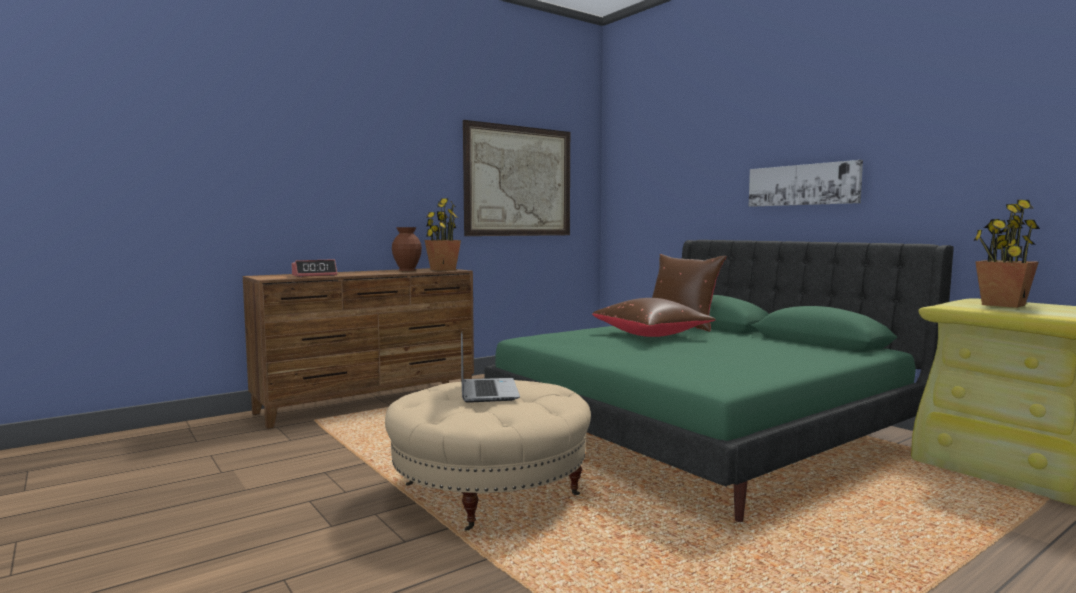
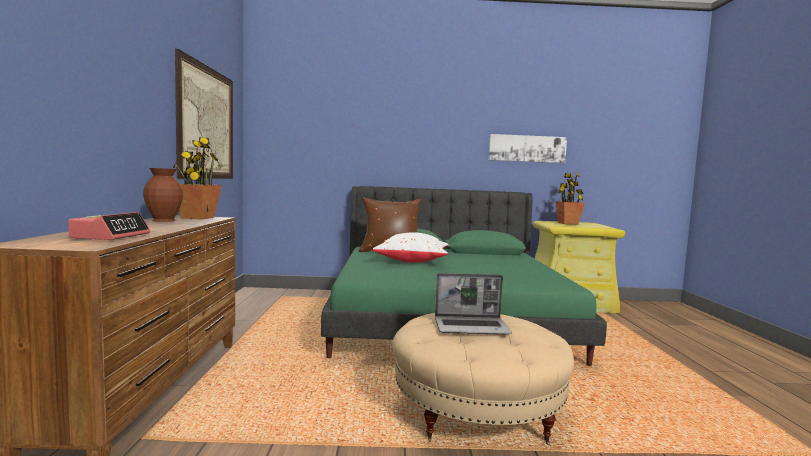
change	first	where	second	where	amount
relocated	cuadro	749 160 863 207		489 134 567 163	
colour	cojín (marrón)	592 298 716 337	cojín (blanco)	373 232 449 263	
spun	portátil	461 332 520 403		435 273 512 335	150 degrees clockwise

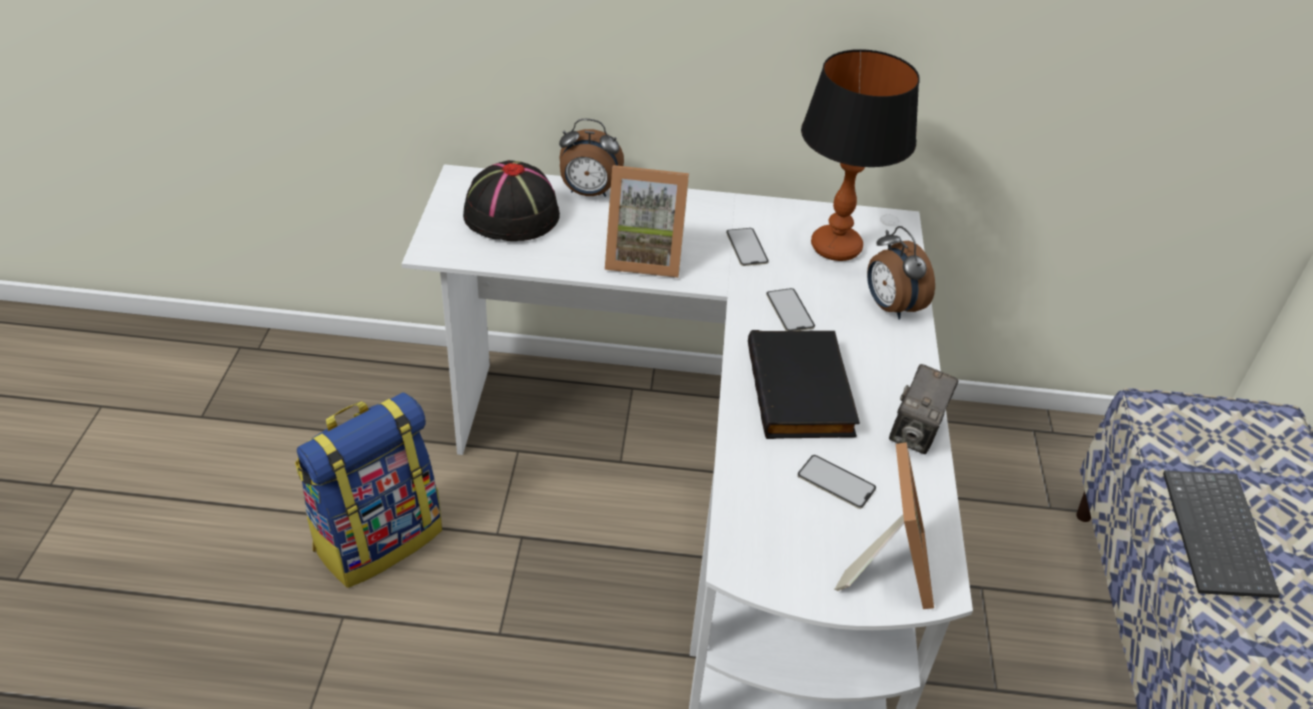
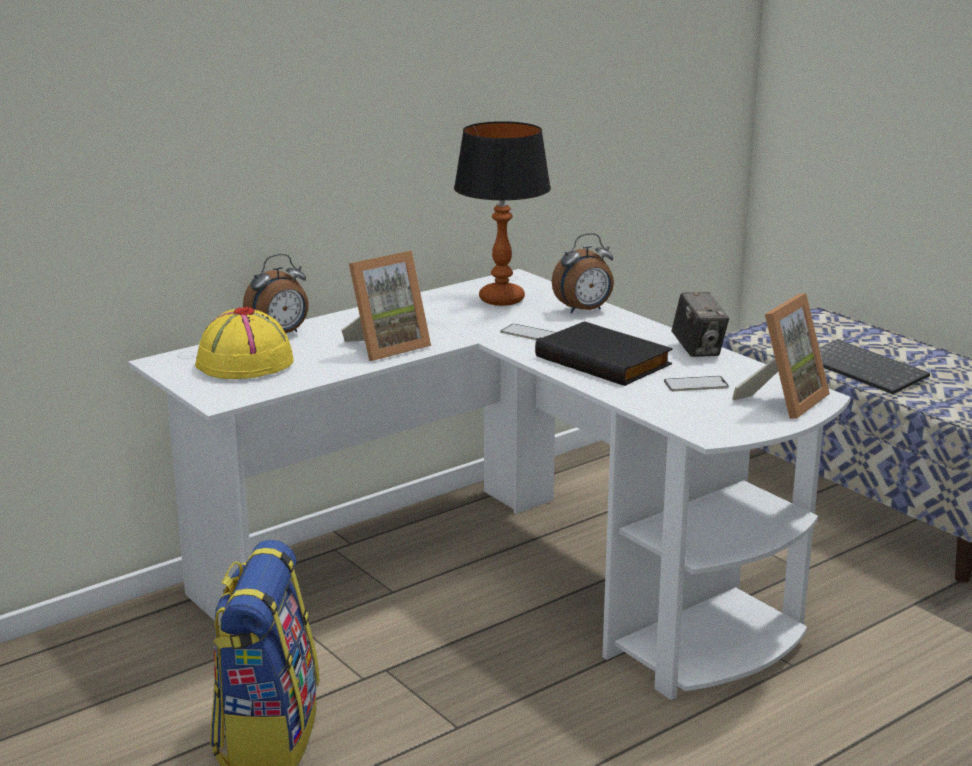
change	first	where	second	where	amount
colour	sombrero (negro)	463 160 560 241	sombrero (amarillo)	195 307 294 379	
spun	despertador	867 226 935 319		552 233 614 314	45 degrees counterclockwise
missing	móvil	726 228 769 266			
spun	portarretratos	834 442 934 609		732 293 830 419	75 degrees clockwise

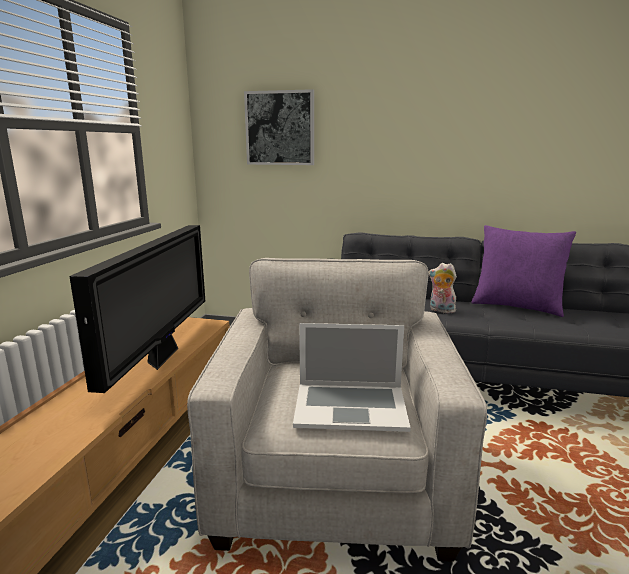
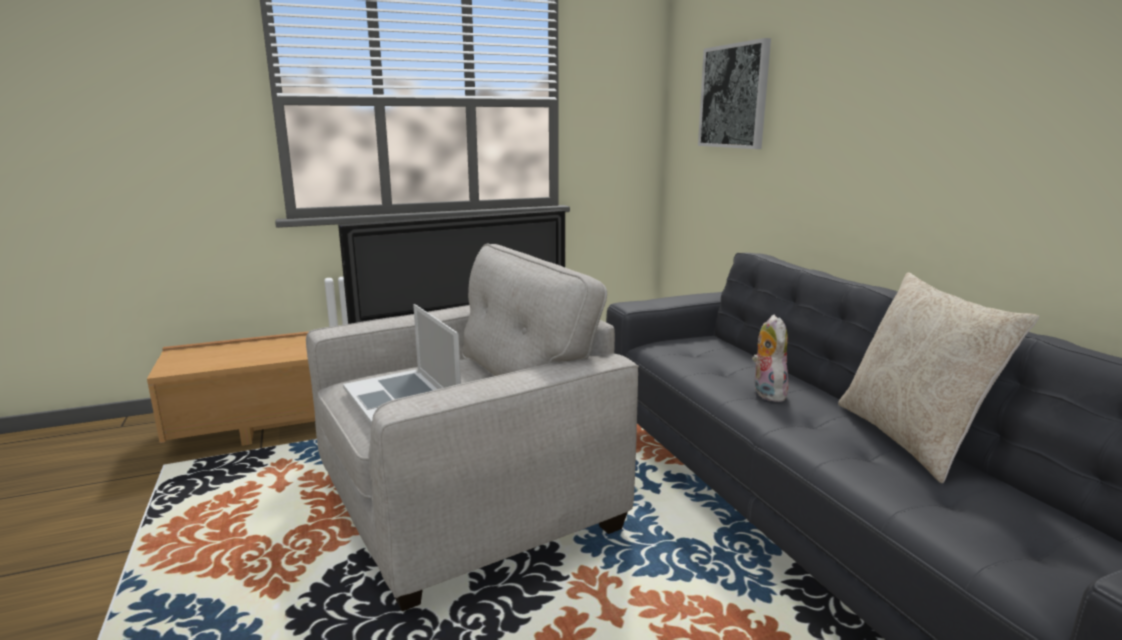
change	first	where	second	where	amount
colour	cojín (morado)	471 225 576 317	cojín (beis)	838 272 1039 484	

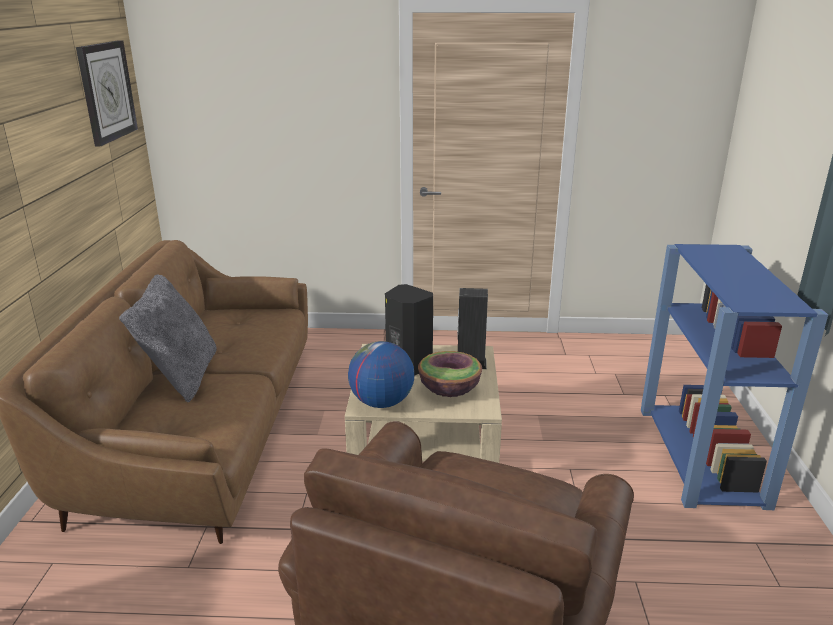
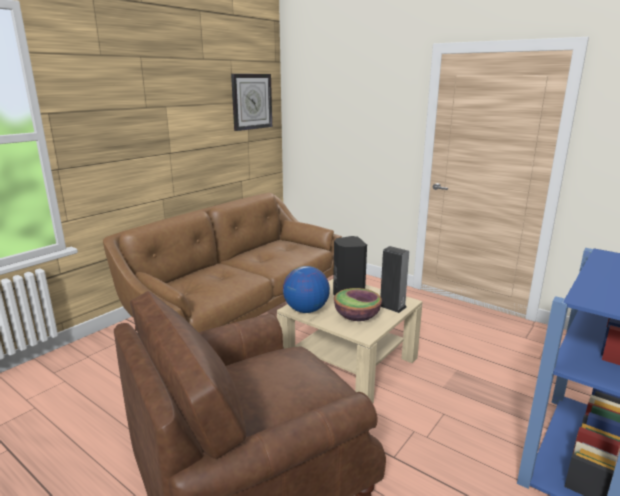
change	first	where	second	where	amount
missing	cojín (gris)	119 275 217 402			

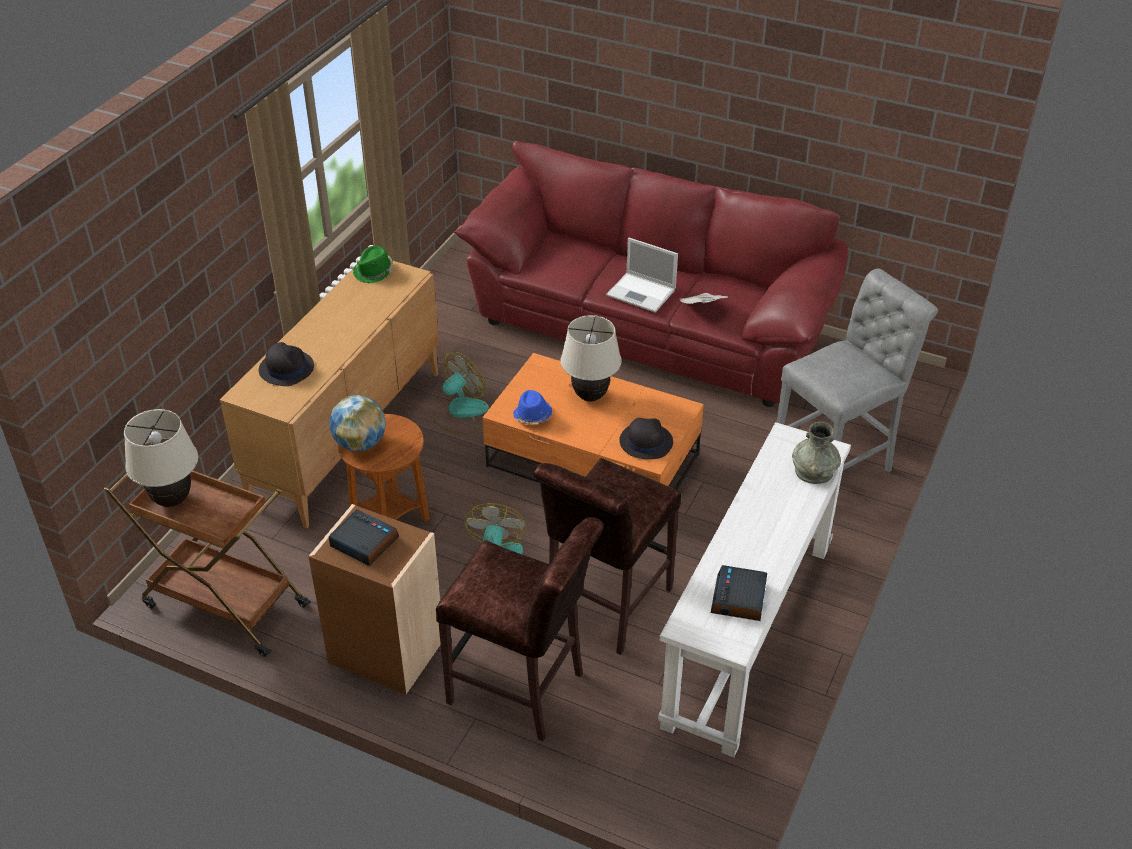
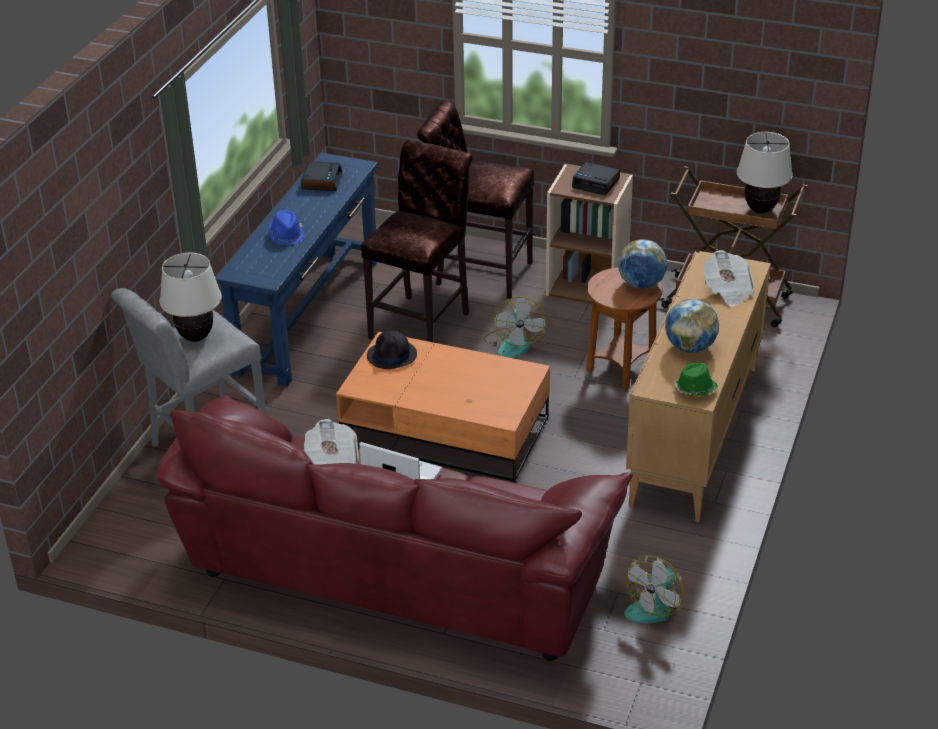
change	first	where	second	where	amount
relocated	lámpara de mesa (beis)	560 315 621 401		160 253 222 342	
exchanged	sombrero (negro)	259 342 314 386	periódico	704 250 755 307	
relocated	ventilador	434 352 489 434		624 556 683 623	
relocated	sombrero (azul)	513 390 552 424		268 210 305 245	
colour	mesa consola (blanco)	658 422 851 757	mesa consola (azul)	215 153 378 386	
missing	florero (gris)	792 422 841 484			
appeared			globo terráqueo	665 299 719 353	

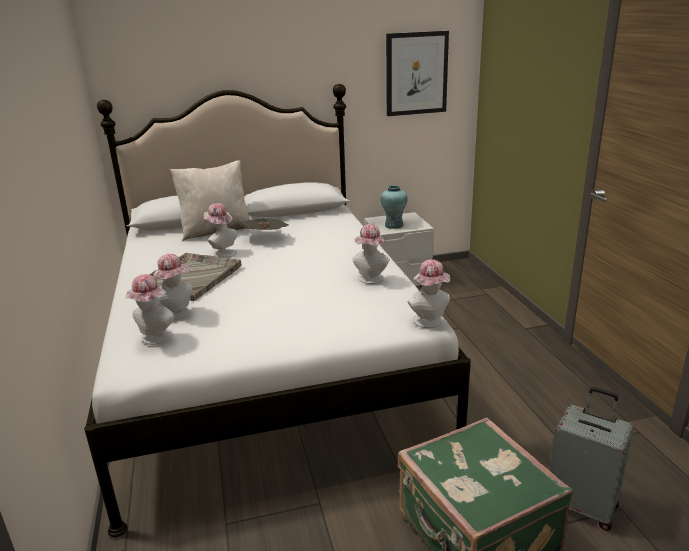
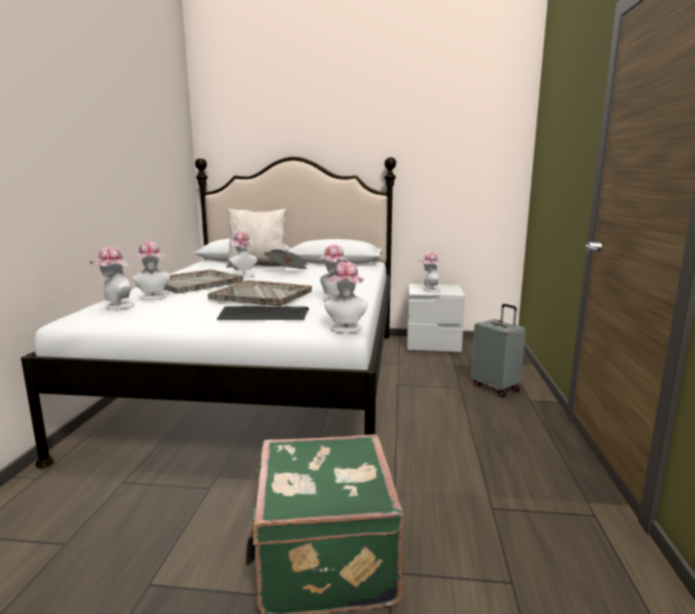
change	first	where	second	where	amount
missing	cuadro	386 31 449 116			
exchanged	florero (turquesa)	380 185 408 229	sombrero	419 252 441 292	
relocated	maleta (gris)	549 387 634 531		471 304 526 397	
appeared			bandeja (gris)	207 280 312 306	
appeared			teclado	217 306 309 320	

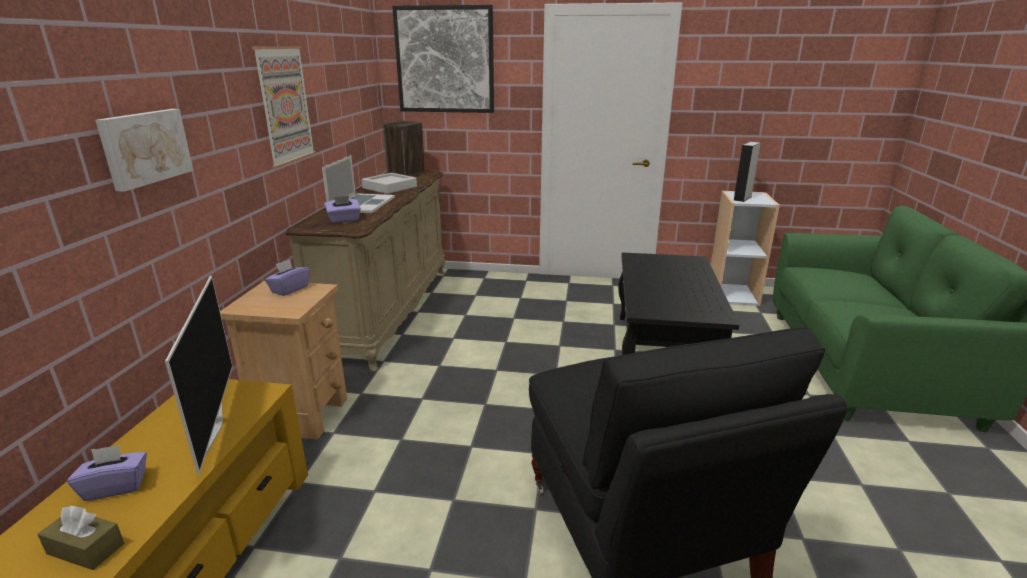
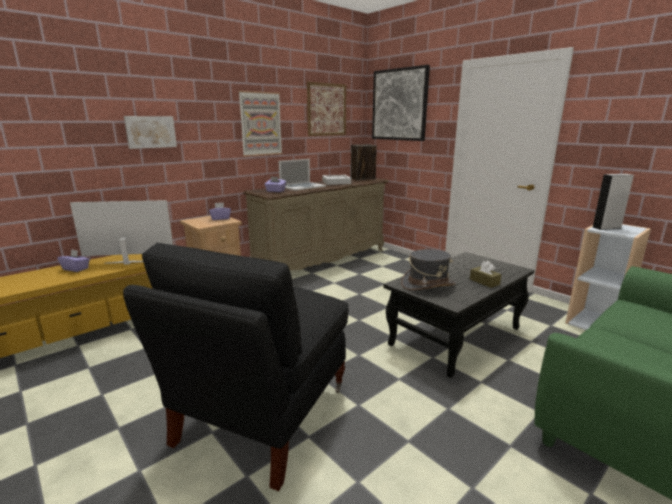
change	first	where	second	where	amount
spun	televisor	165 276 233 475		70 200 173 265	120 degrees counterclockwise
relocated	caja de pañuelos (marrón)	37 506 124 570		470 261 502 288	
appeared			cuadro	307 82 346 136	
appeared			sombrero (gris)	401 249 456 290	

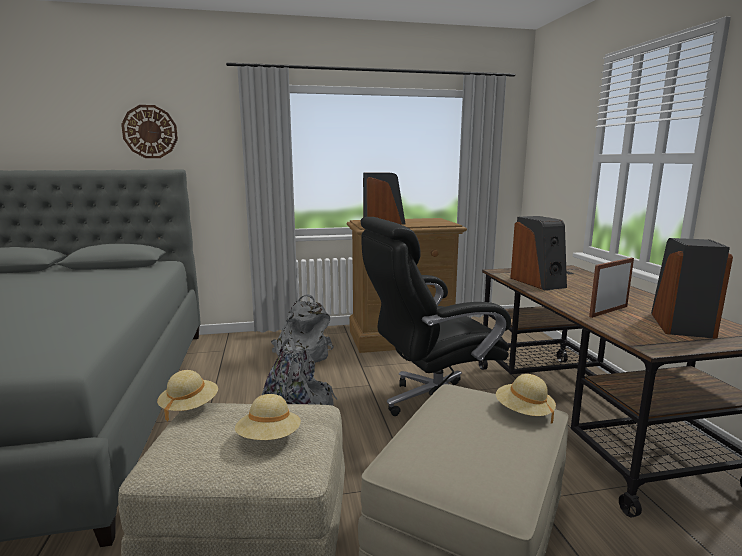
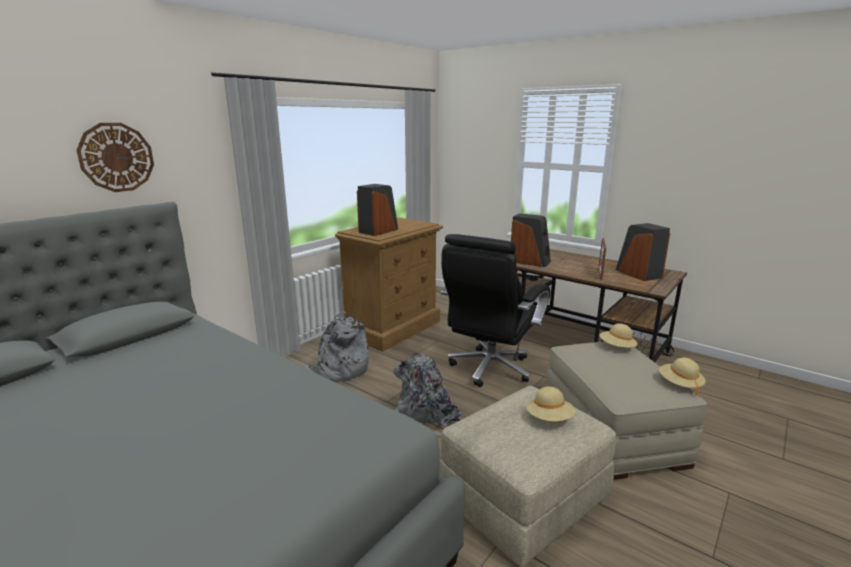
change	first	where	second	where	amount
relocated	sombrero (beis)	157 370 218 421		659 357 706 395	

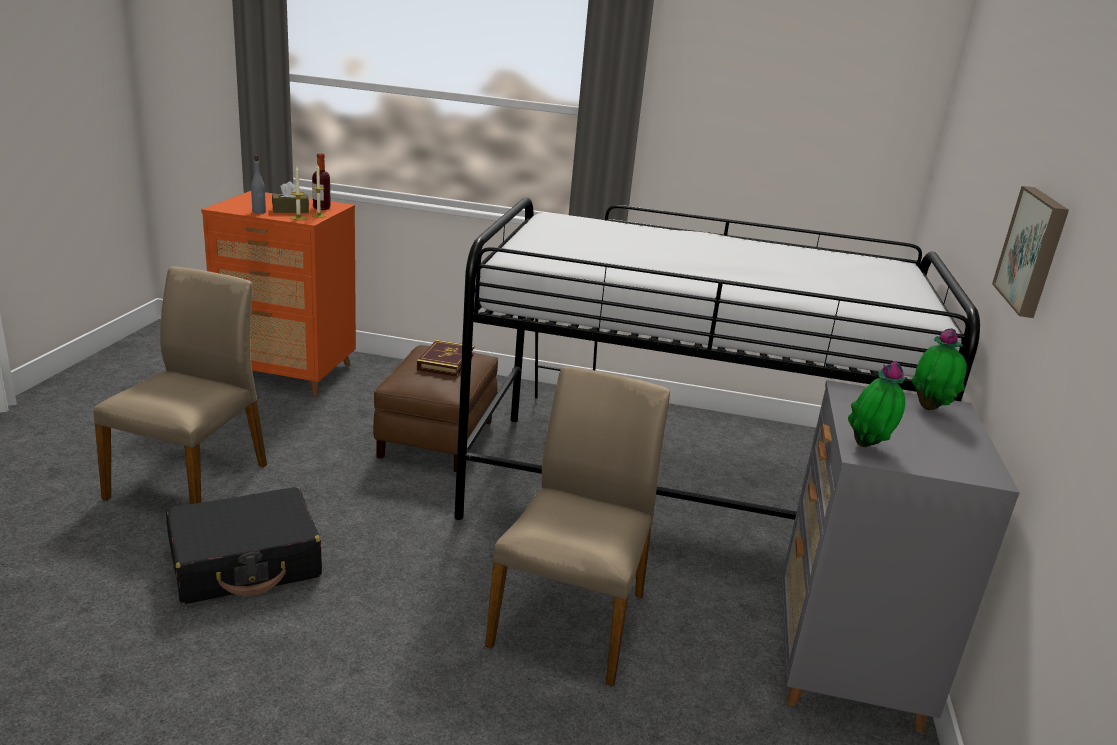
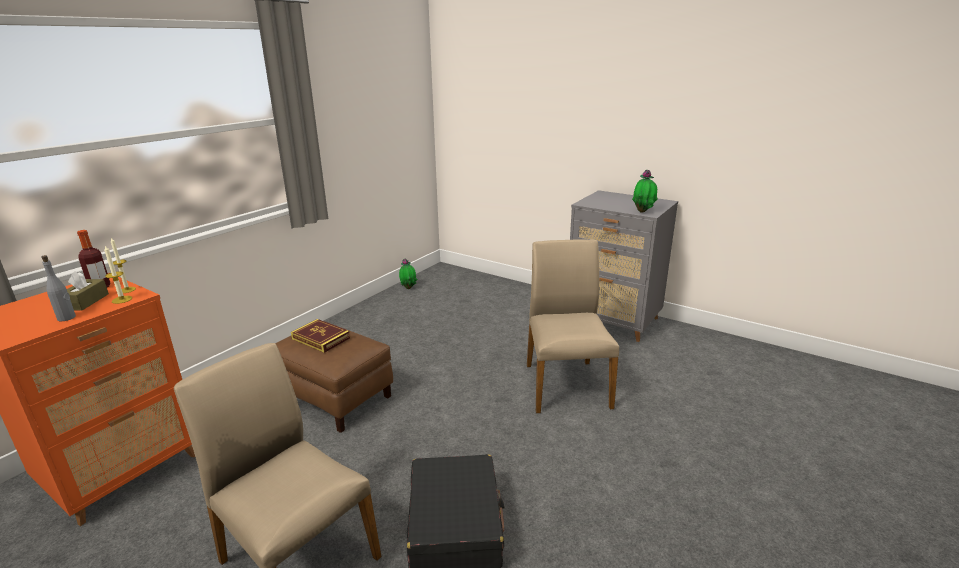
change	first	where	second	where	amount
missing	cuadro	992 186 1069 318			
missing	cama (negro)	454 197 980 520			
relocated	planta en maceta	911 328 967 410		399 258 418 289	
spun	silla (beis)	485 367 670 686		527 239 619 413	45 degrees clockwise

